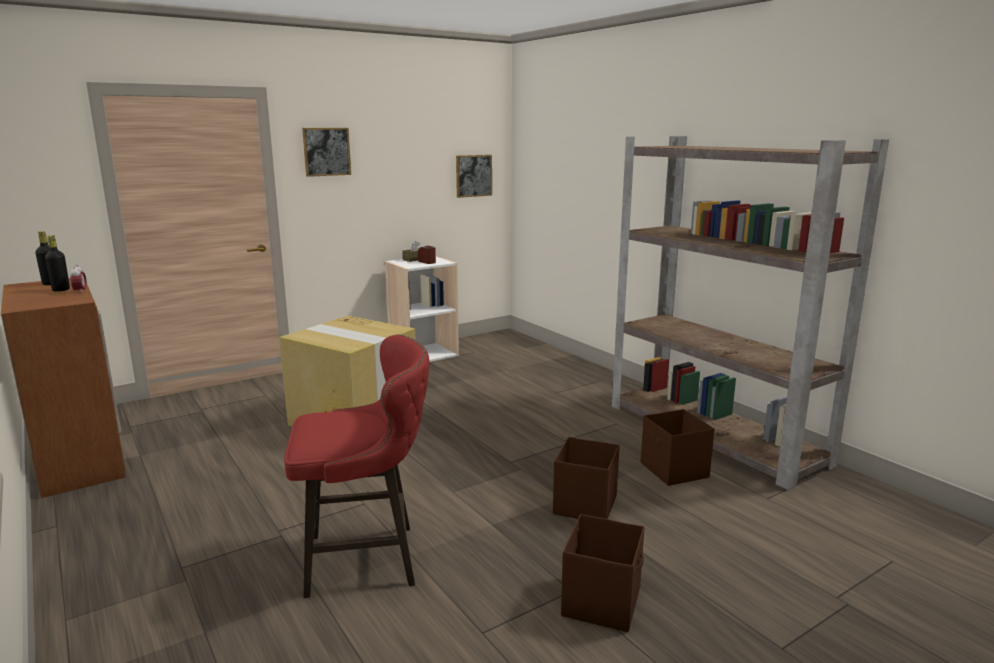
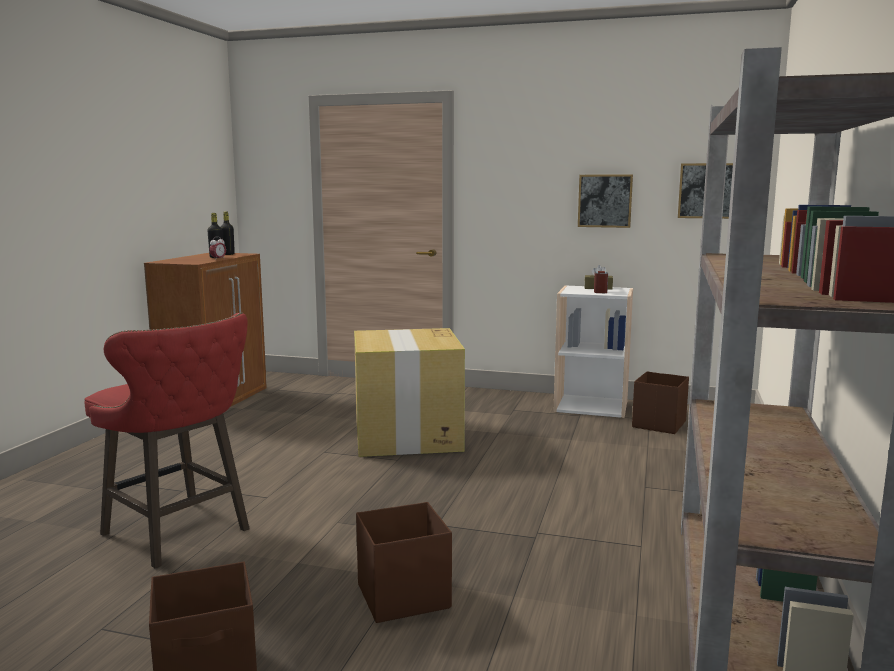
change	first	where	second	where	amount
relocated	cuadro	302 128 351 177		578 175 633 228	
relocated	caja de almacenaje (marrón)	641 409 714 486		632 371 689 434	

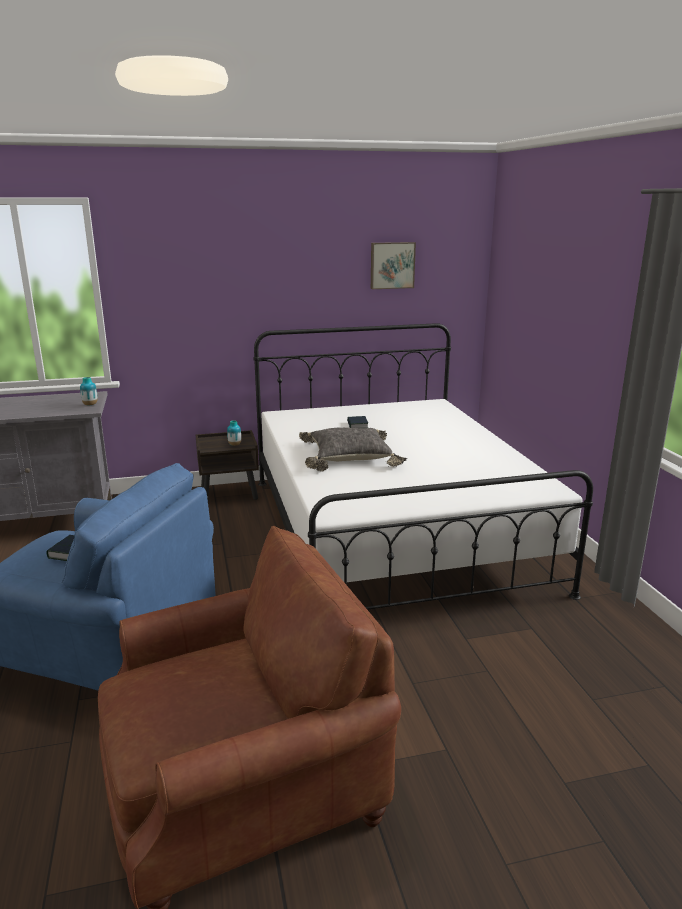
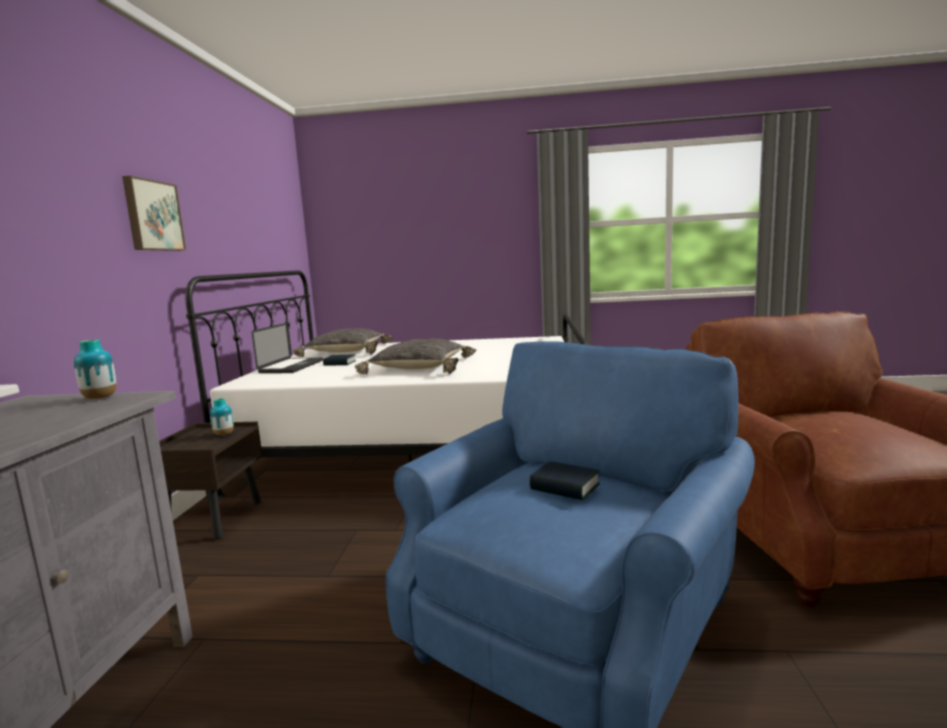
change	first	where	second	where	amount
relocated	cuadro	371 242 416 289		122 176 186 251	
appeared			portátil	252 323 323 373	
appeared			cojín	293 328 393 357	

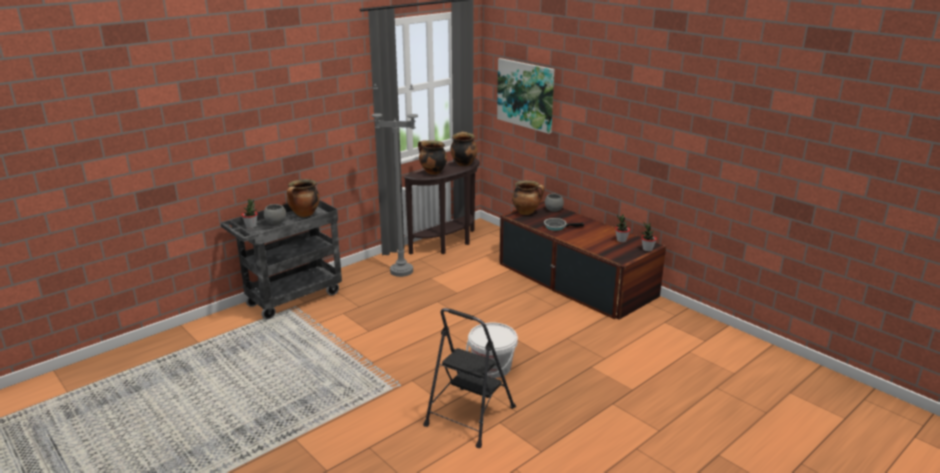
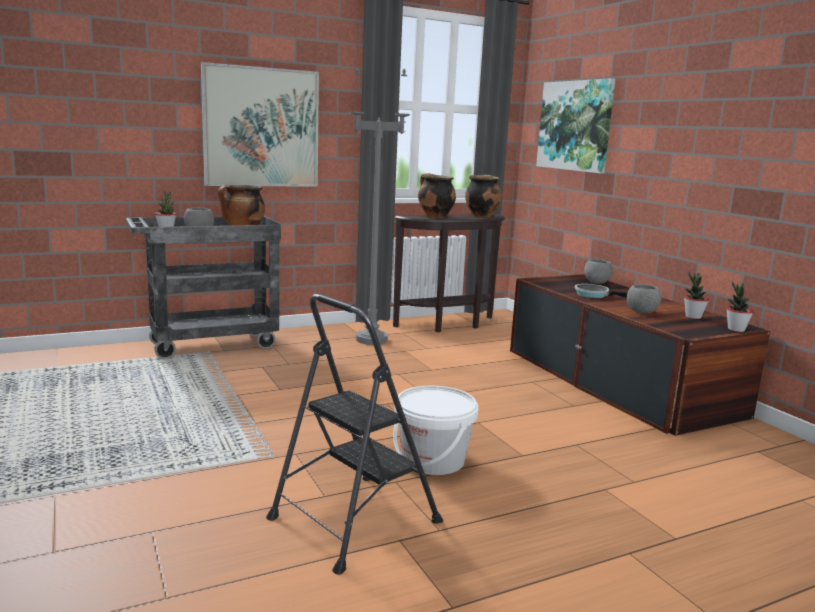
change	first	where	second	where	amount
missing	olla	512 180 545 215			
appeared			cuadro	201 62 319 187	
appeared			cuenco (gris)	627 284 661 313	

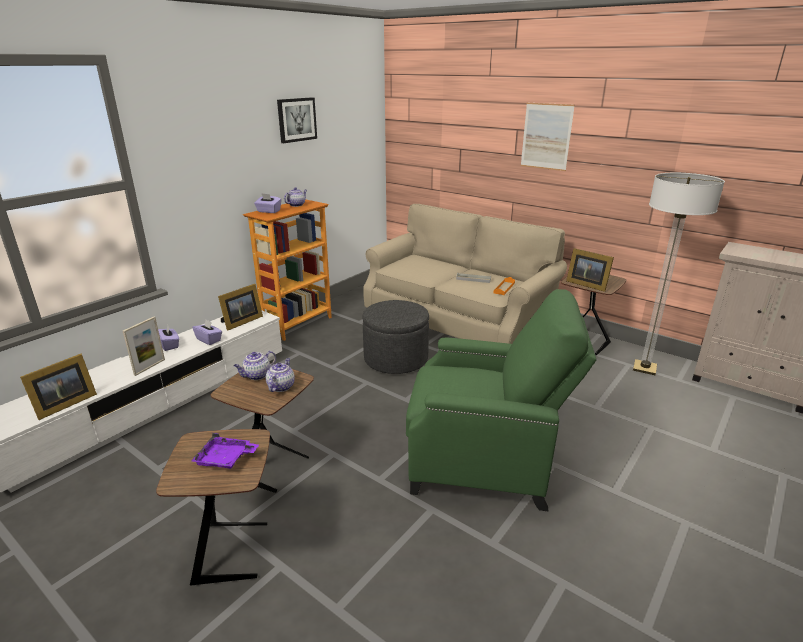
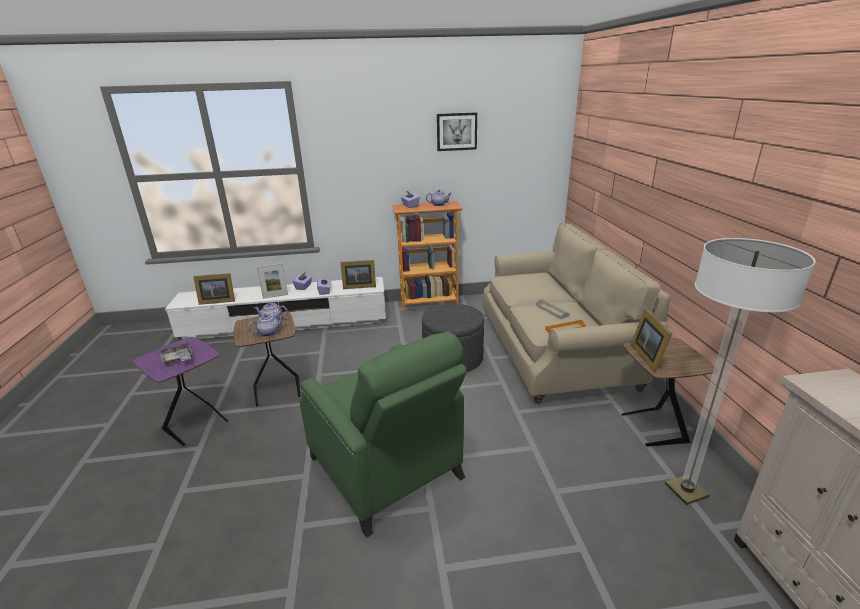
change	first	where	second	where	amount
missing	cuadro	521 103 575 171			
colour	mesa auxiliar (marrón)	156 429 270 586	mesa auxiliar (morado)	133 337 228 446	
colour	bandeja (morado)	191 433 259 469	bandeja (gris)	159 343 192 365	

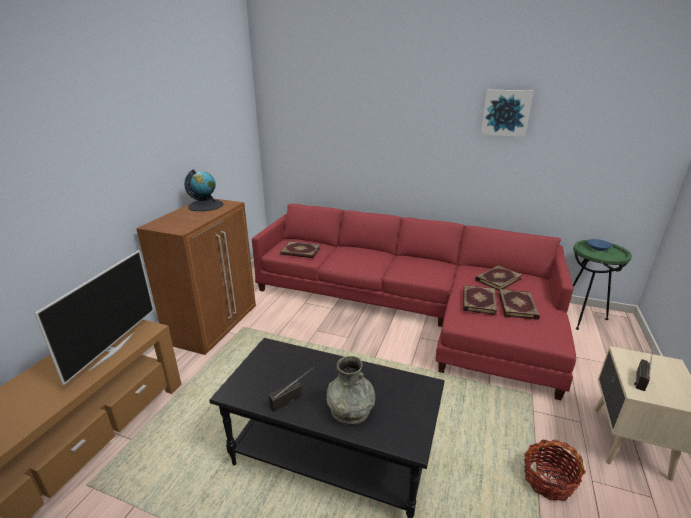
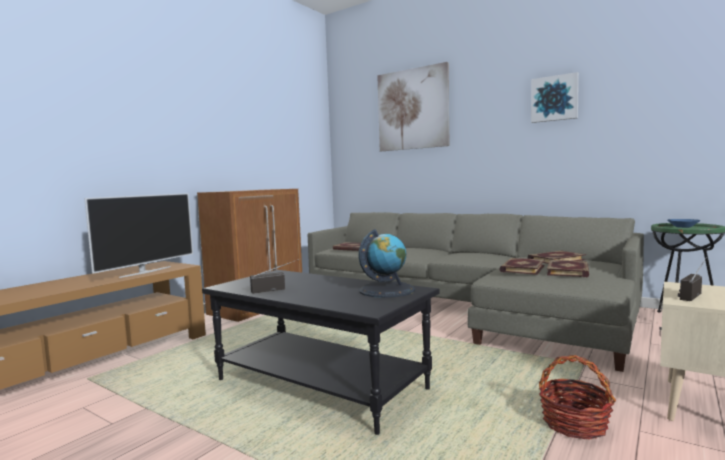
change	first	where	second	where	amount
relocated	globo terráqueo	184 169 223 211		359 229 415 298	
colour	sofá (rojo)	252 204 576 400	sofá (gris)	308 212 644 372	
missing	florero (gris)	326 356 375 425			
appeared			cuadro	377 62 450 151	

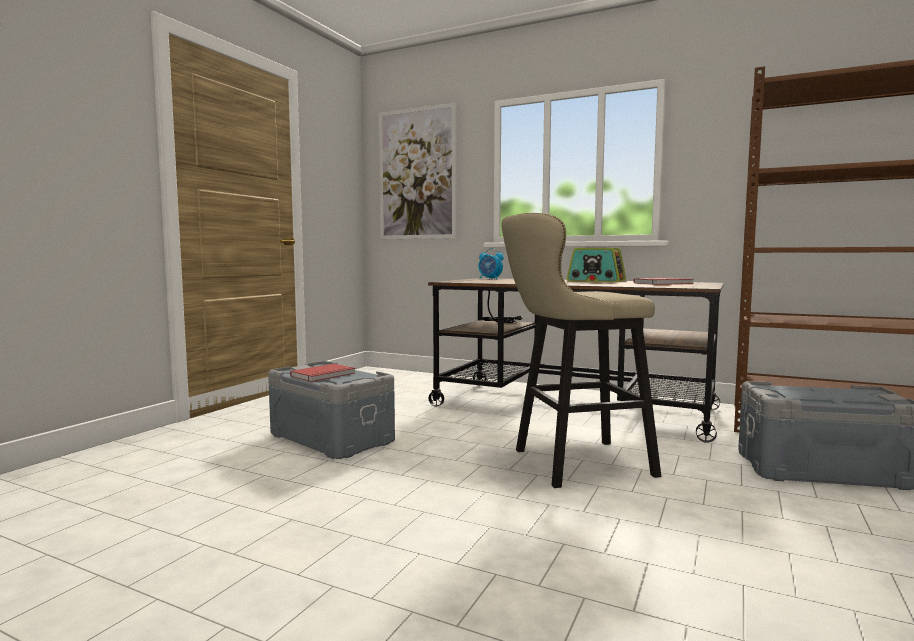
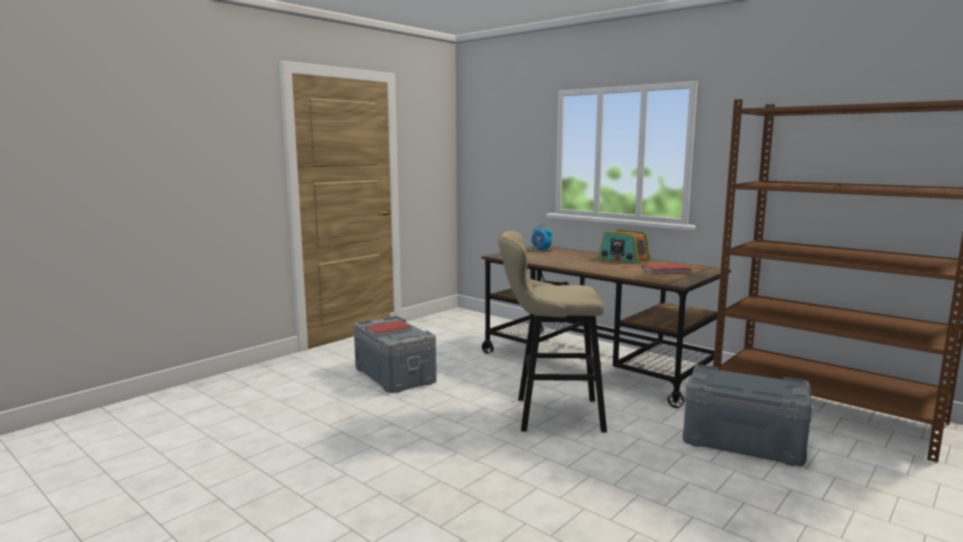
change	first	where	second	where	amount
missing	cuadro	379 102 456 239			

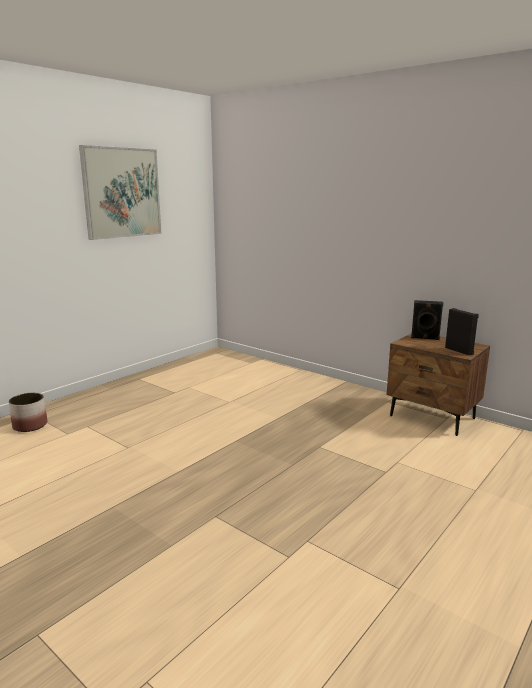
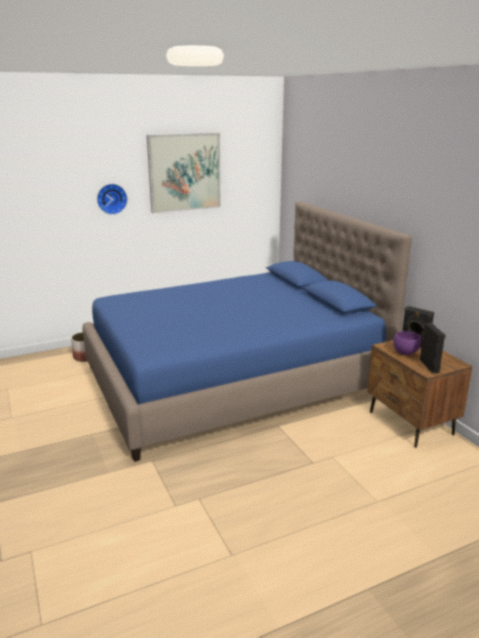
change	first	where	second	where	amount
appeared			reloj de pared	97 184 127 215	
appeared			cama (azul)	82 201 412 462	
appeared			cuenco (morado)	393 331 421 355	

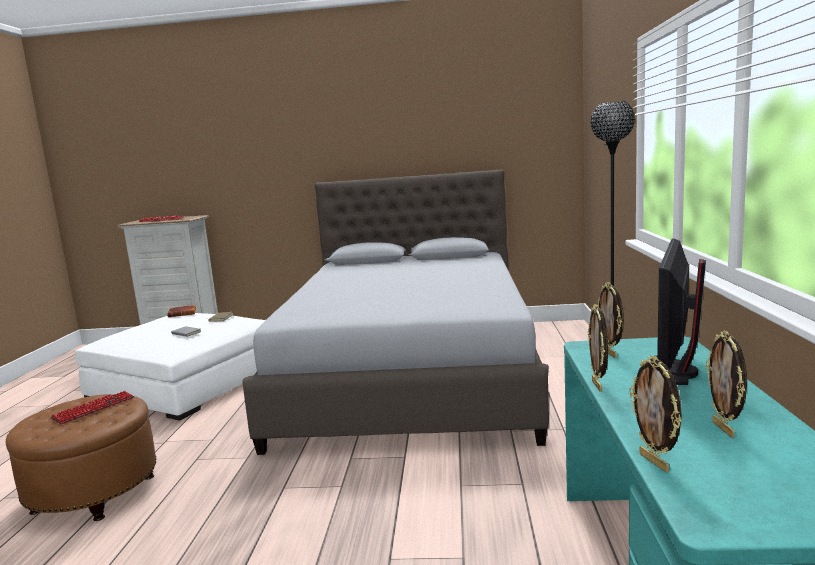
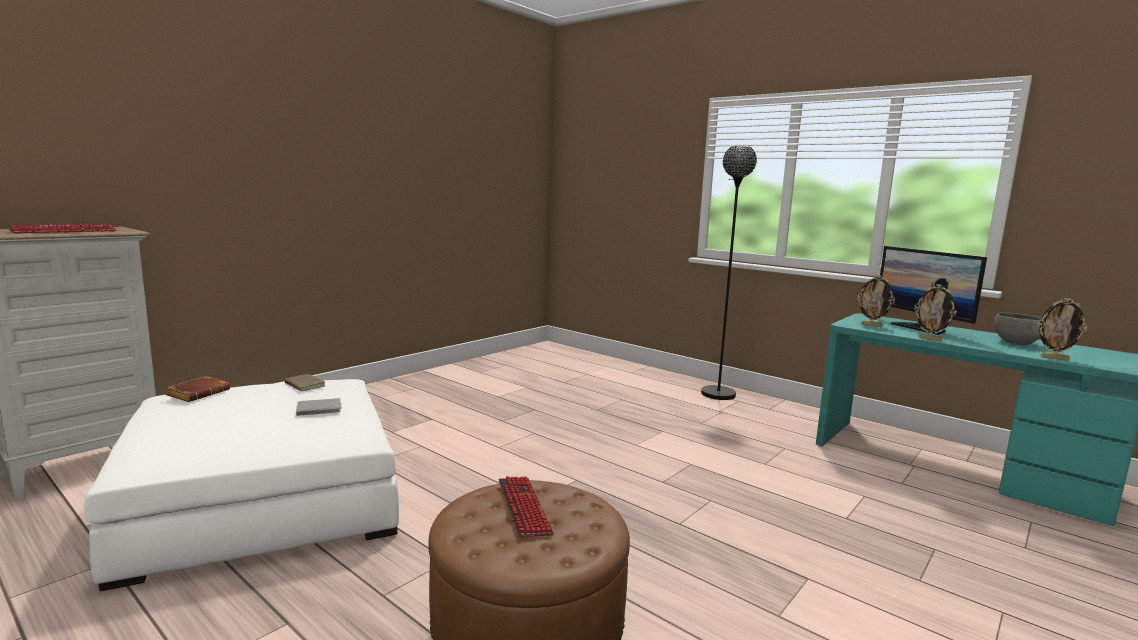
change	first	where	second	where	amount
missing	cama (gris)	242 169 549 455			
exchanged	portarretratos	706 331 747 438	cuenco (gris)	994 312 1042 345	

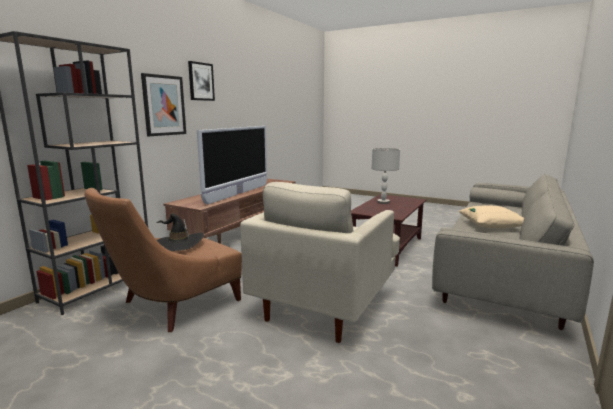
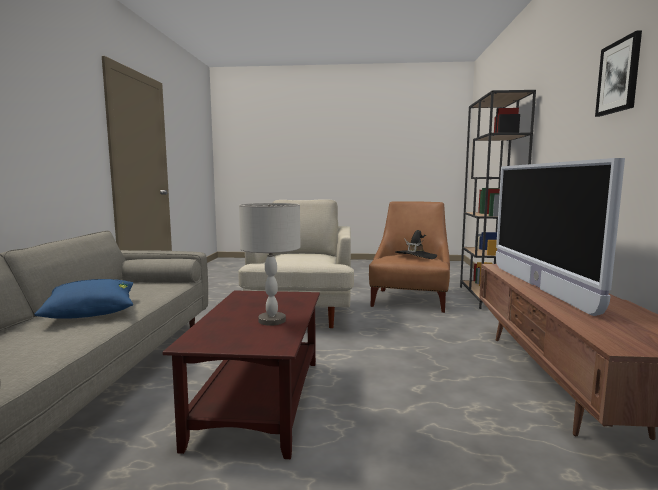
change	first	where	second	where	amount
missing	cuadro	141 73 186 136			
colour	cojín (beis)	459 205 524 228	cojín (azul)	34 279 133 318	

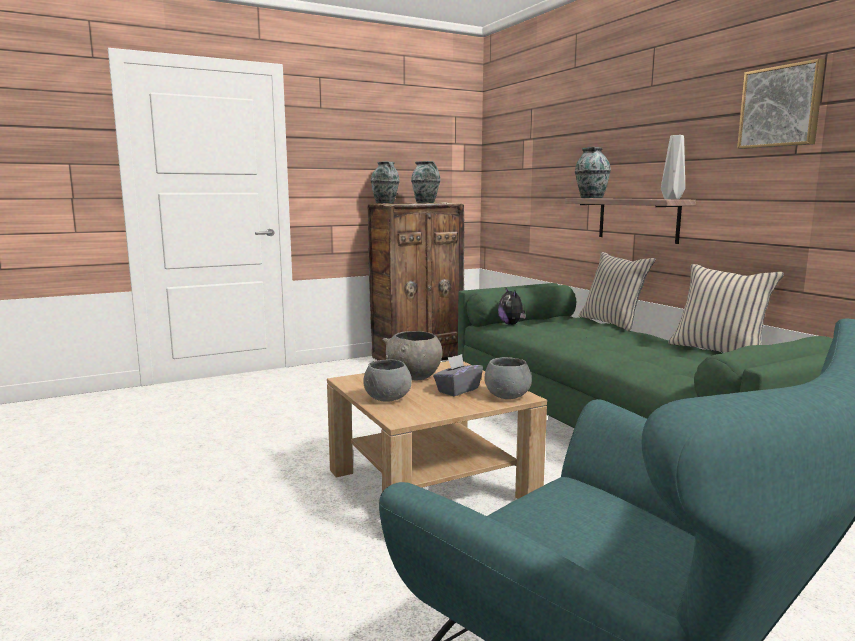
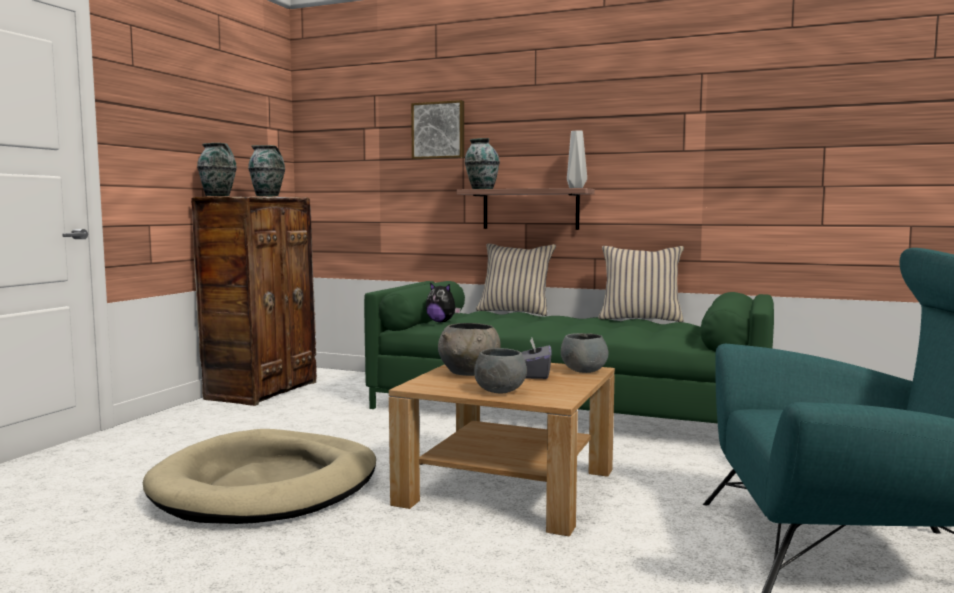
change	first	where	second	where	amount
relocated	cuadro	737 58 825 149		411 100 464 159	
appeared			cama para perro (beis)	143 429 376 524	

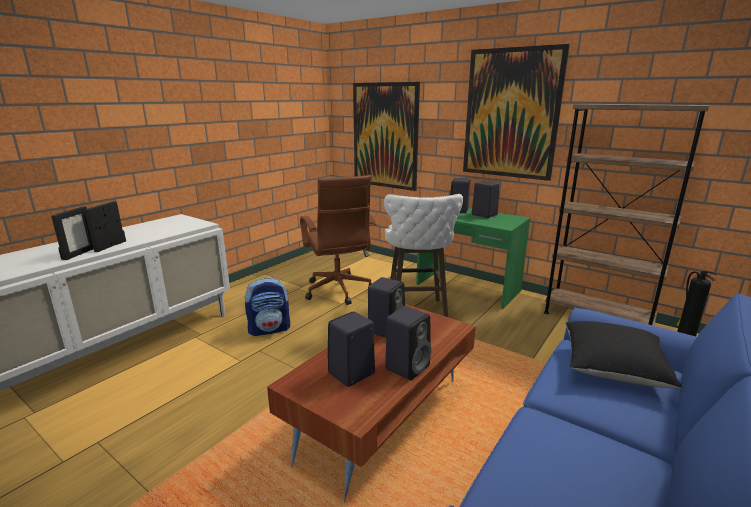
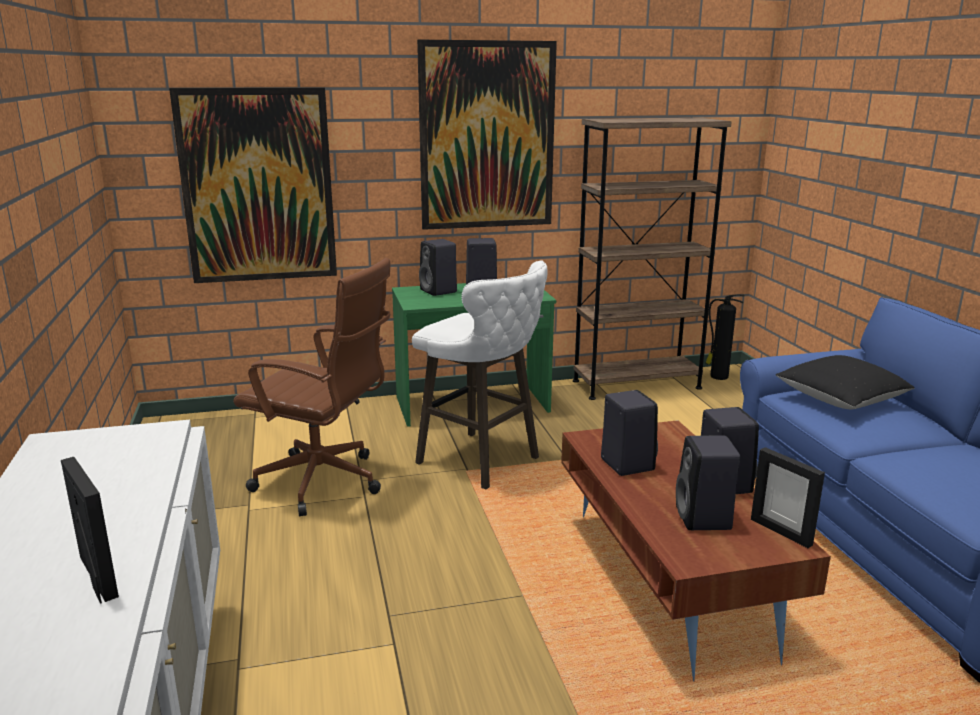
change	first	where	second	where	amount
relocated	portarretratos	84 201 126 252		751 447 825 548	
missing	mochila	245 277 290 336			

